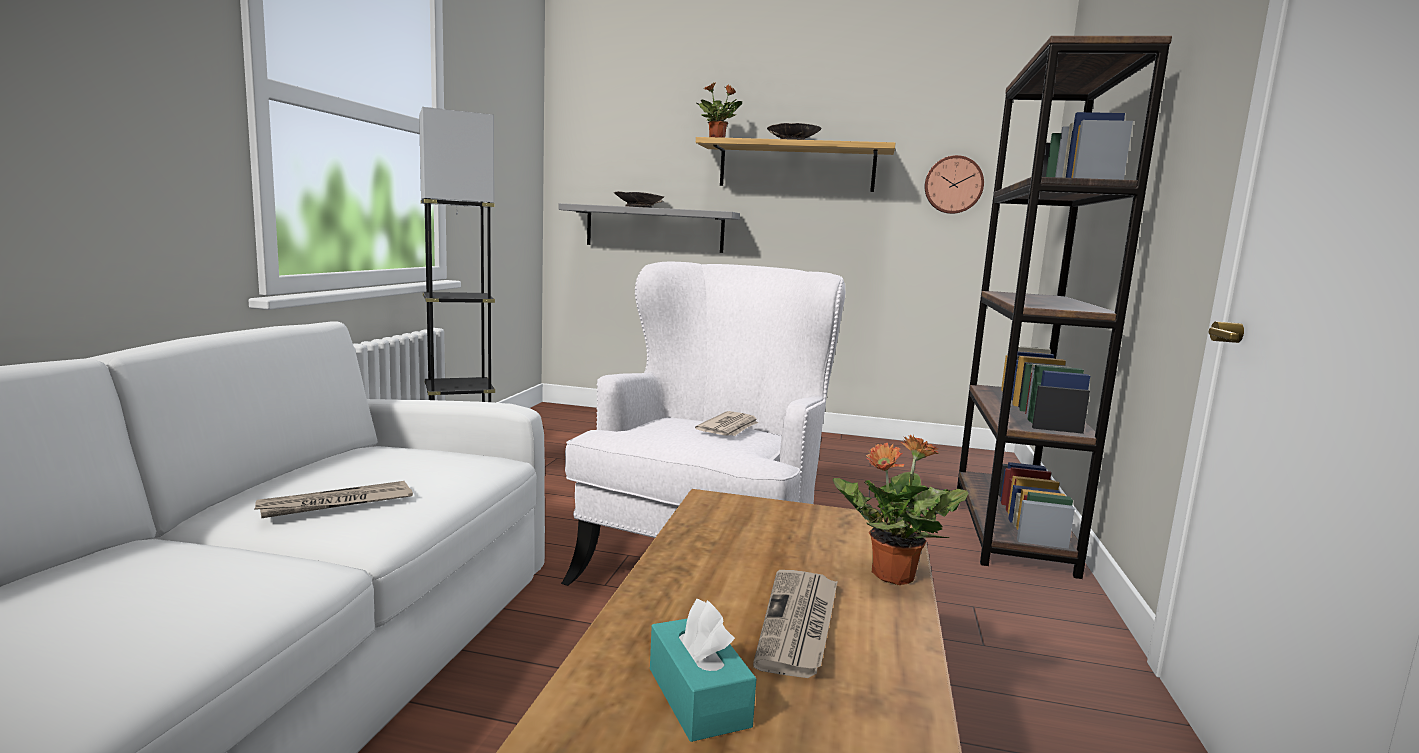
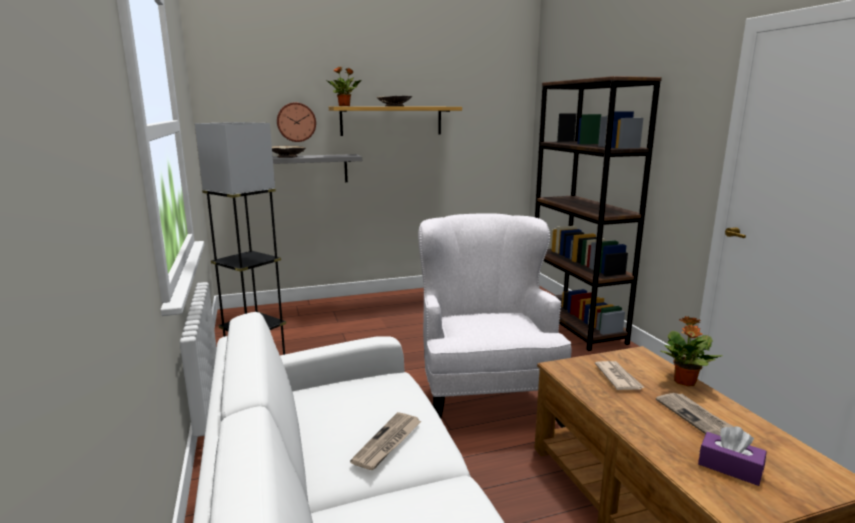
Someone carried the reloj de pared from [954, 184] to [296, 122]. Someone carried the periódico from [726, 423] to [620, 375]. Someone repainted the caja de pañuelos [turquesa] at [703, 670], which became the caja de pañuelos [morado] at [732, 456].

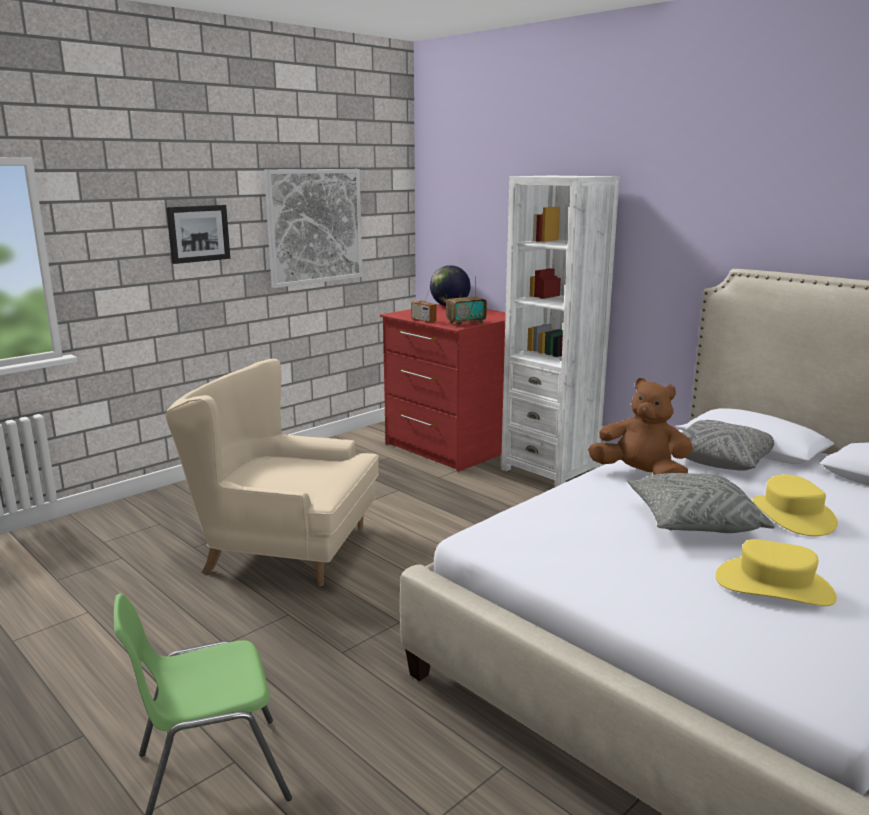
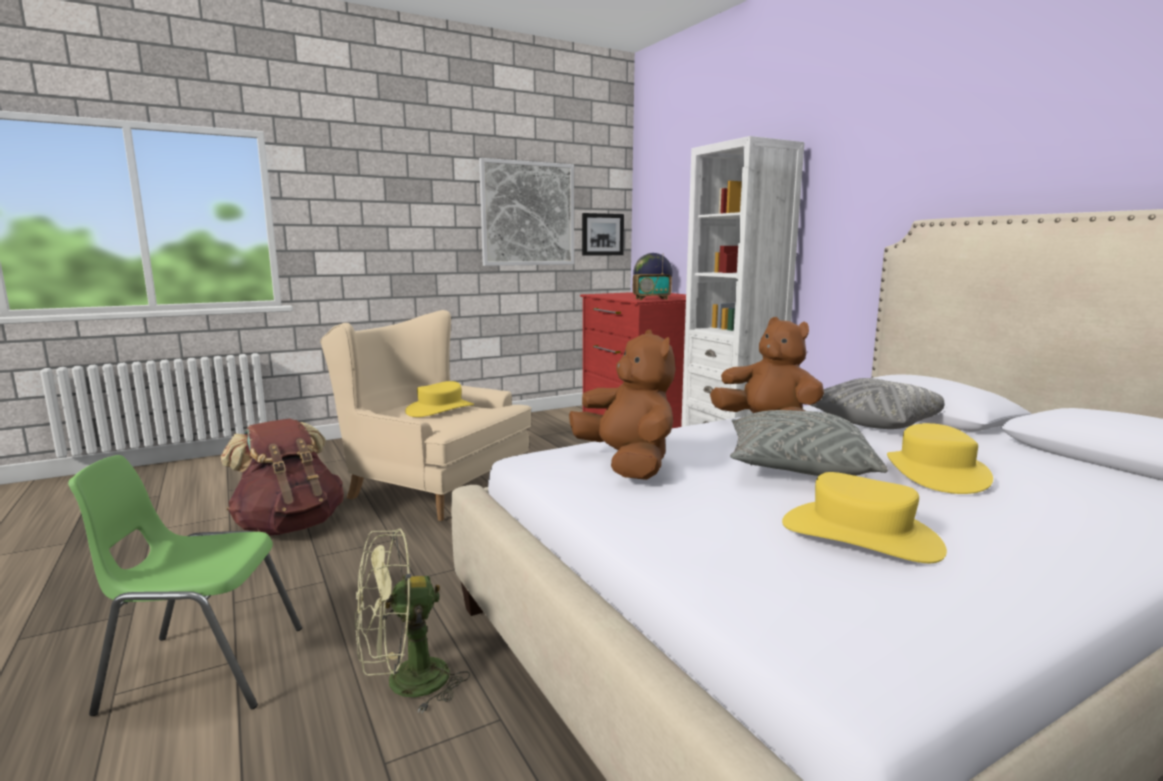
Someone carried the cuadro from [198, 234] to [603, 234]. Someone took away the radio at [423, 305]. Someone put down the peluche [marrón] at [622, 404]. Someone put down the sombrero [amarillo] at [439, 399]. Someone put down the mochila [marrón] at [282, 476]. Someone put down the ventilador [verde] at [412, 621].

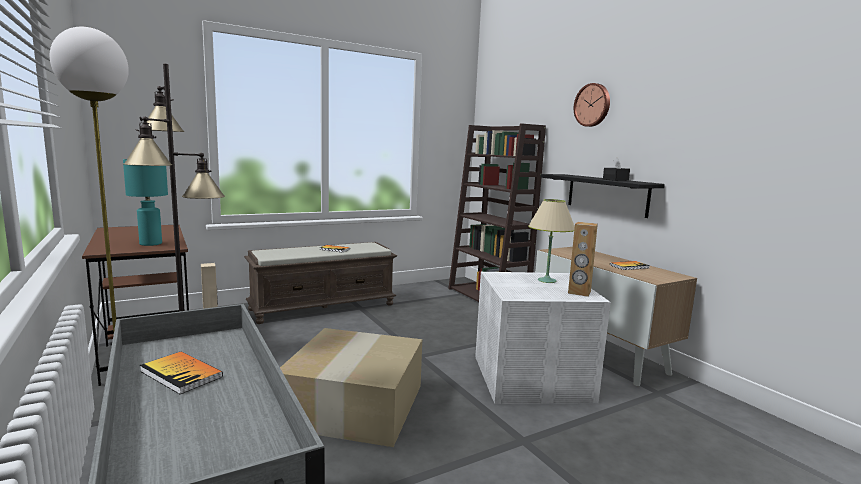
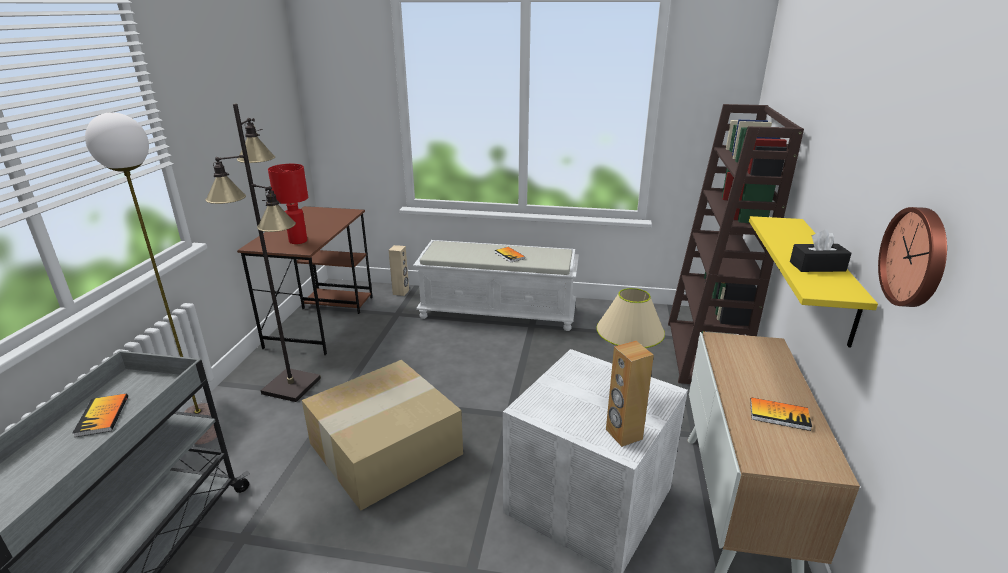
Someone carried the reloj de pared from [592, 105] to [912, 257]. Someone repainted the lámpara de mesa [turquesa] at [145, 202], which became the lámpara de mesa [rojo] at [288, 204]. Someone repainted the estante [negro] at [603, 196], which became the estante [amarillo] at [813, 282]. Someone repainted the banco [marrón] at [320, 283], which became the banco [blanco] at [496, 285].

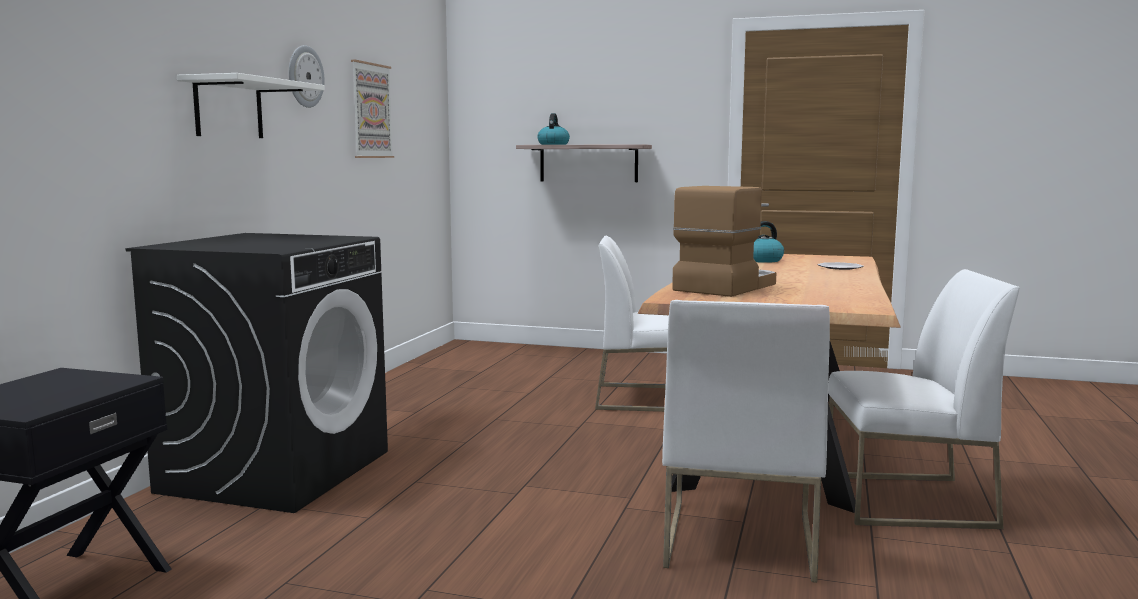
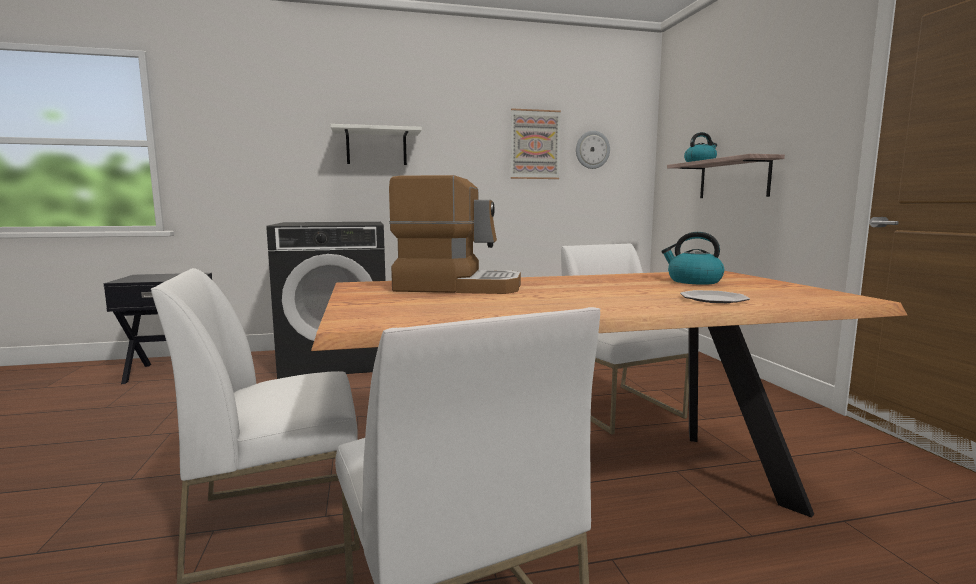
Someone carried the reloj de pared from [307, 76] to [593, 150].

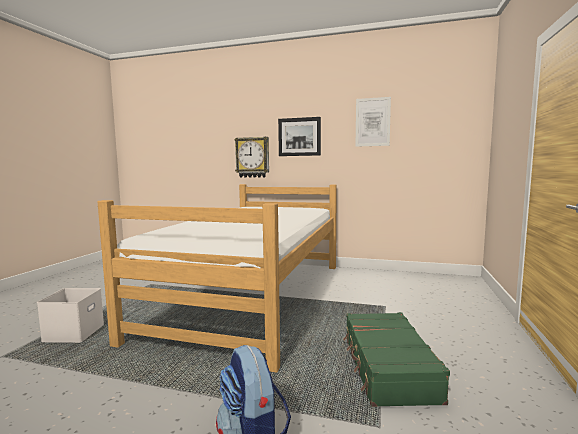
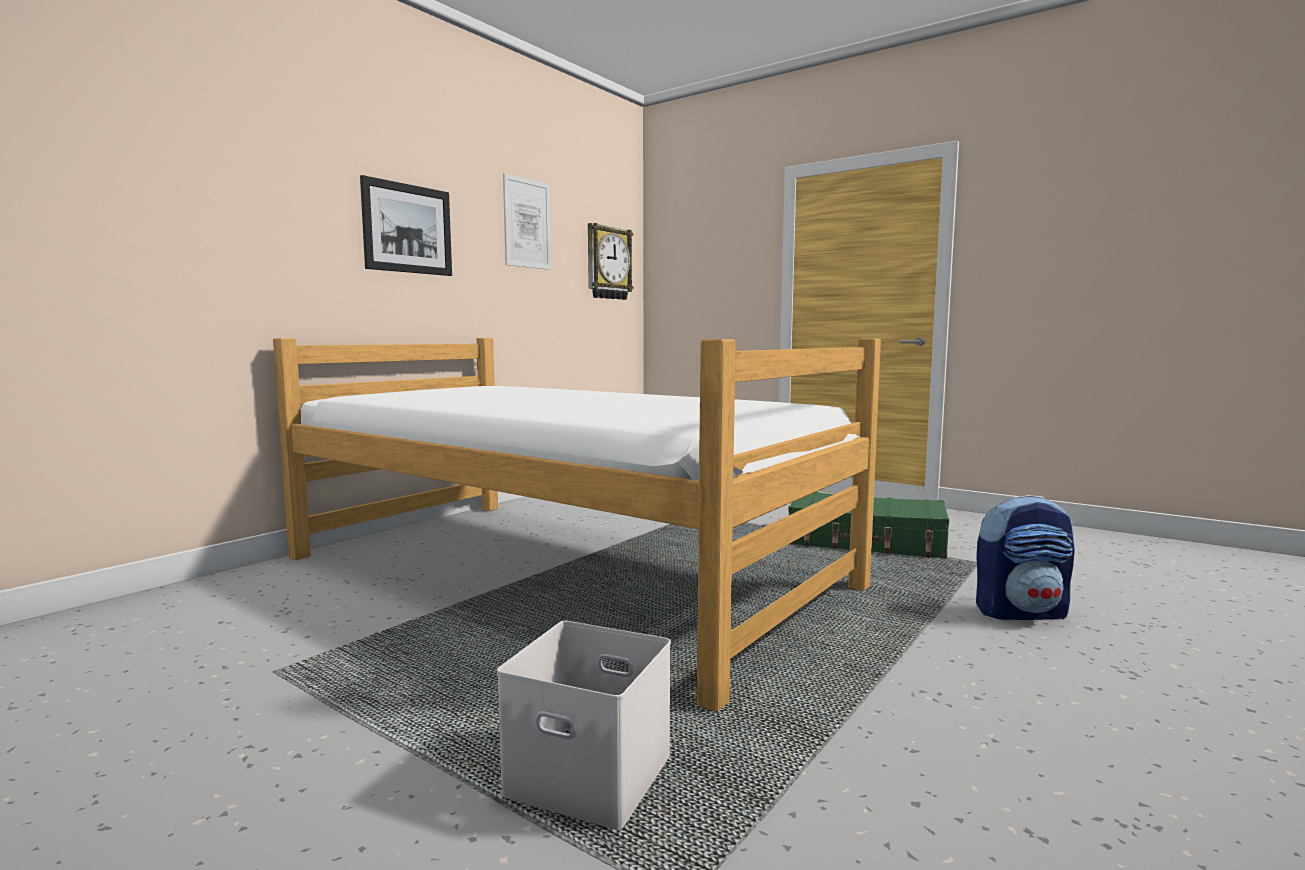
Someone carried the reloj de pared from [251, 157] to [611, 261].

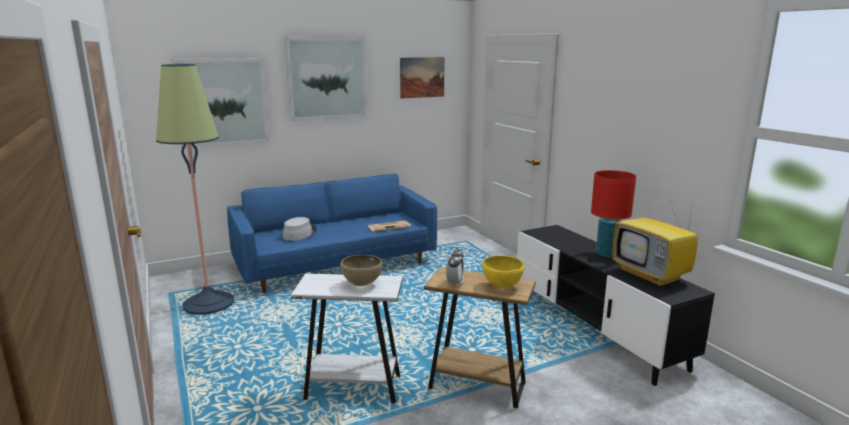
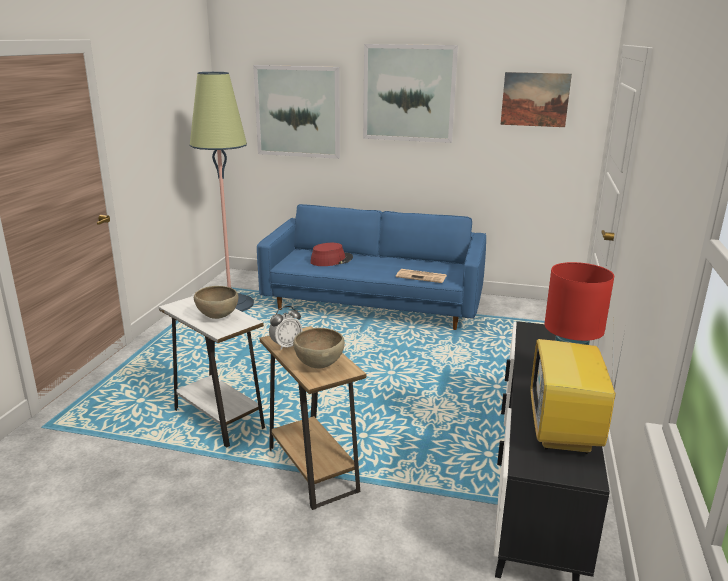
Someone repainted the sombrero [gris] at [300, 229], which became the sombrero [rojo] at [331, 254]. Someone repainted the cuenco [amarillo] at [503, 272], which became the cuenco [marrón] at [319, 348].

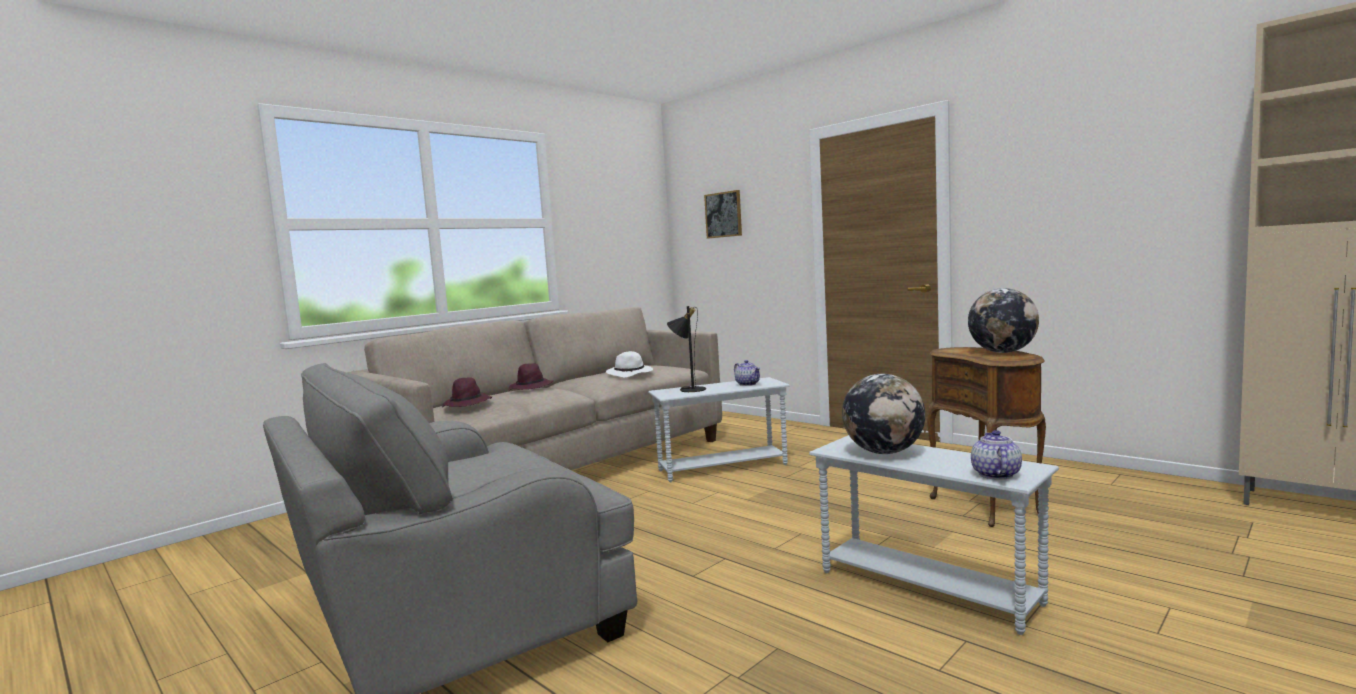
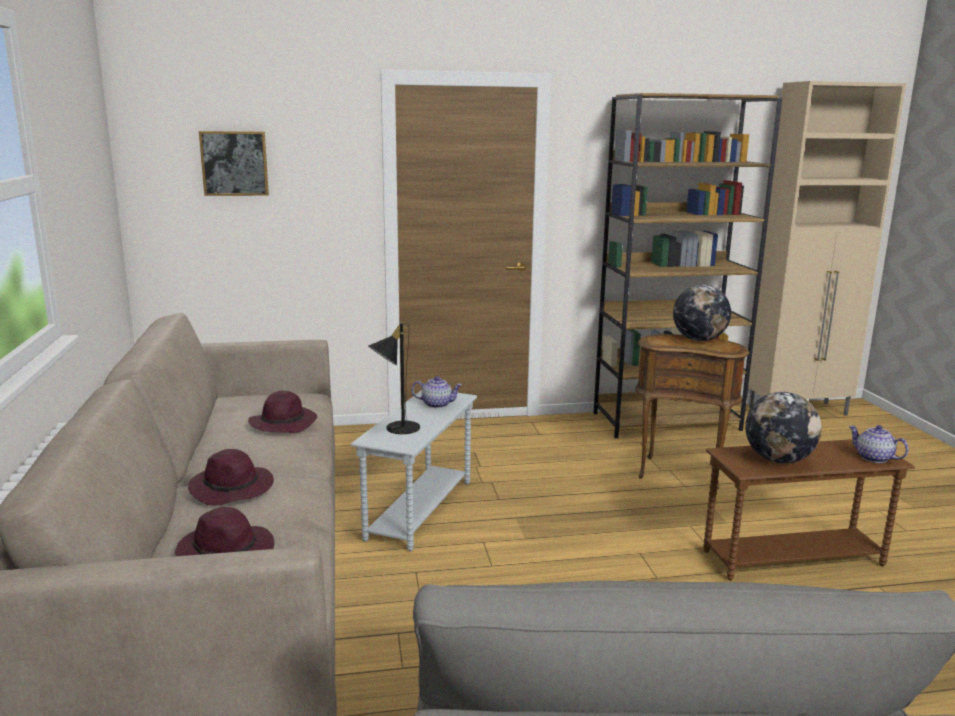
Someone repainted the sombrero [blanco] at [629, 364], which became the sombrero [morado] at [282, 411]. Someone repainted the mesa auxiliar [blanco] at [934, 535], which became the mesa auxiliar [marrón] at [809, 510]. Someone put down the estantería [marrón] at [688, 265].

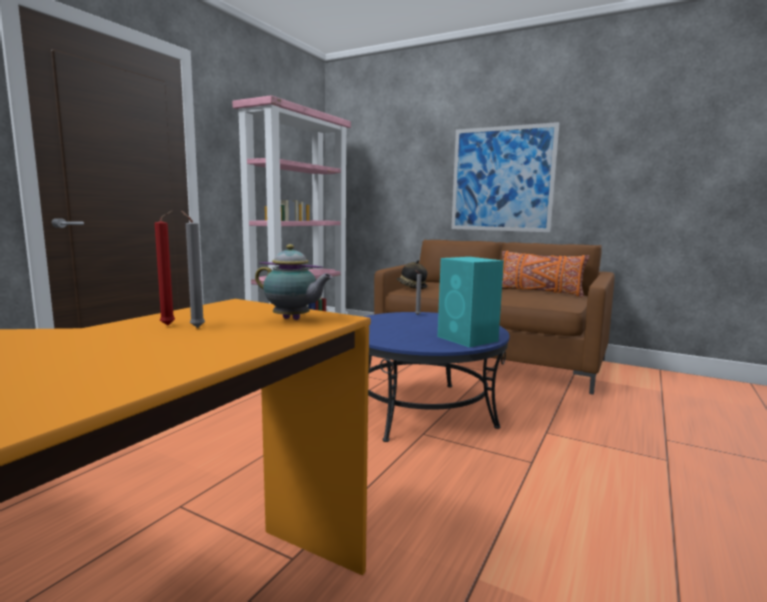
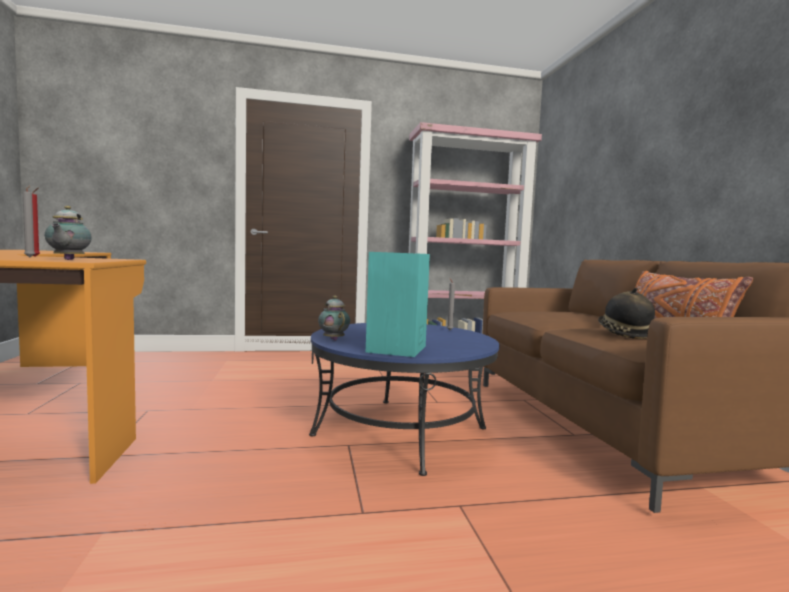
Someone took away the cuadro at [505, 177]. Someone carried the sombrero from [412, 274] to [626, 313]. Someone put down the tetera at [334, 318].

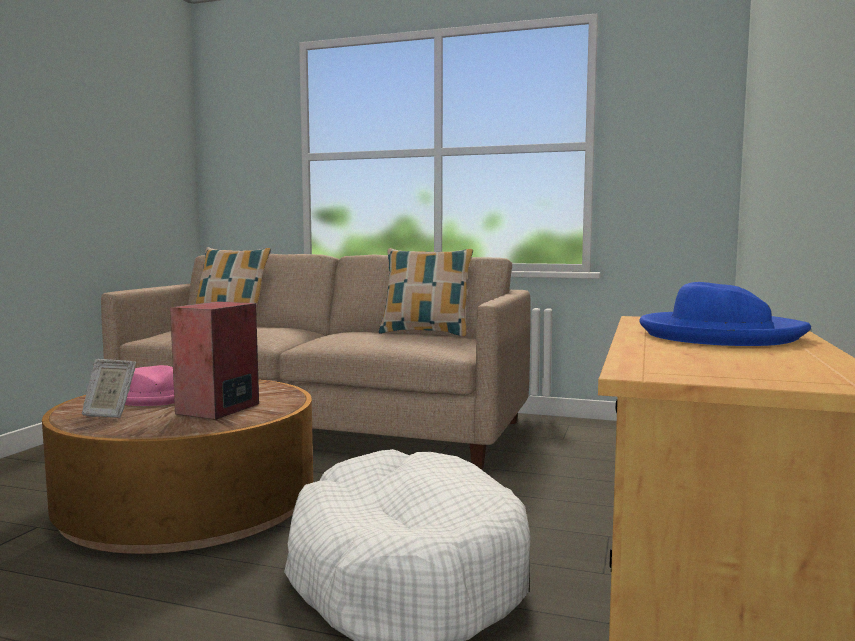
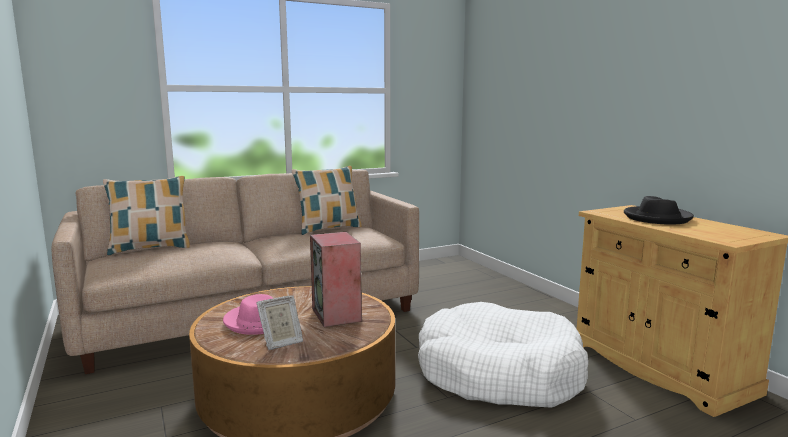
Someone repainted the sombrero [azul] at [725, 314], which became the sombrero [negro] at [659, 210].

